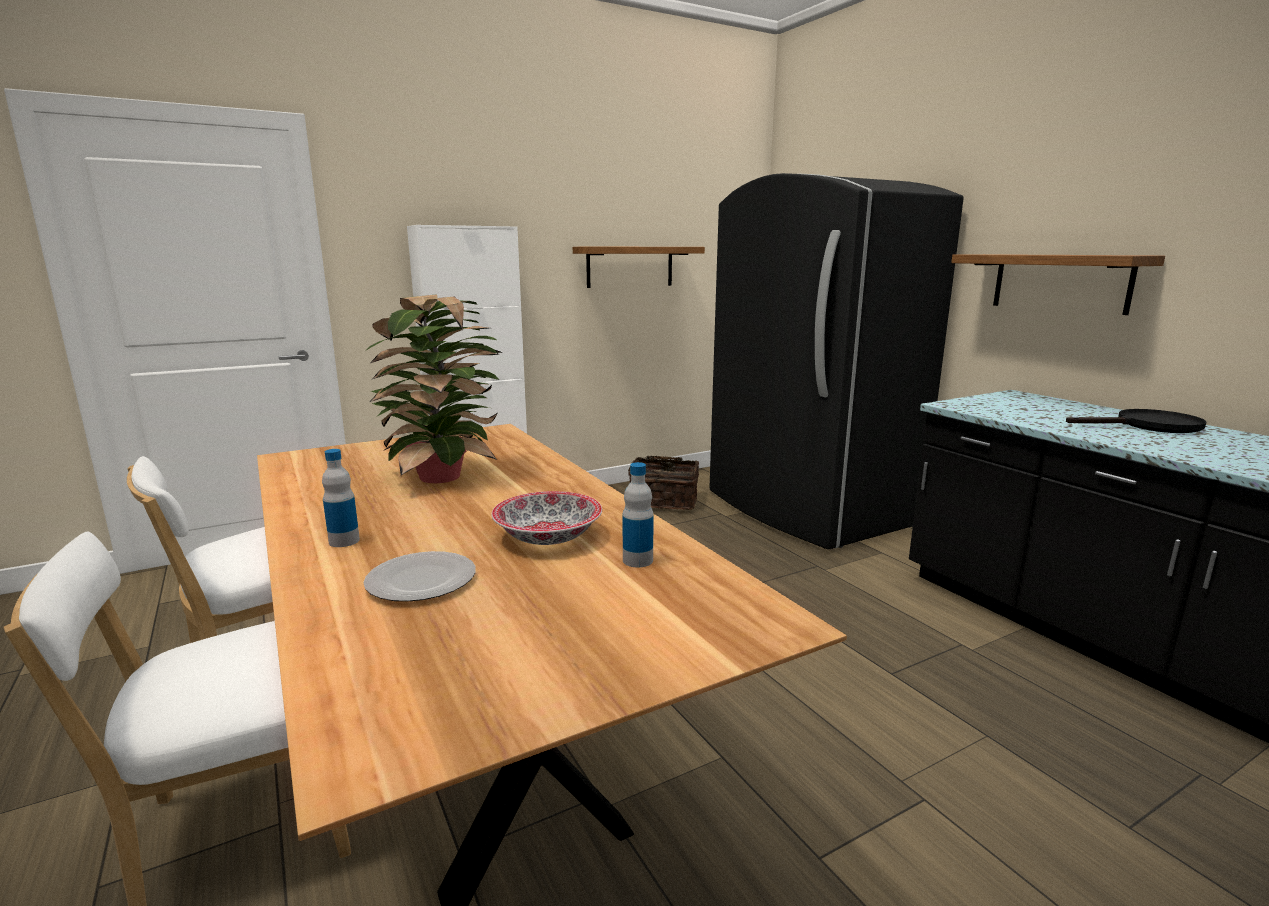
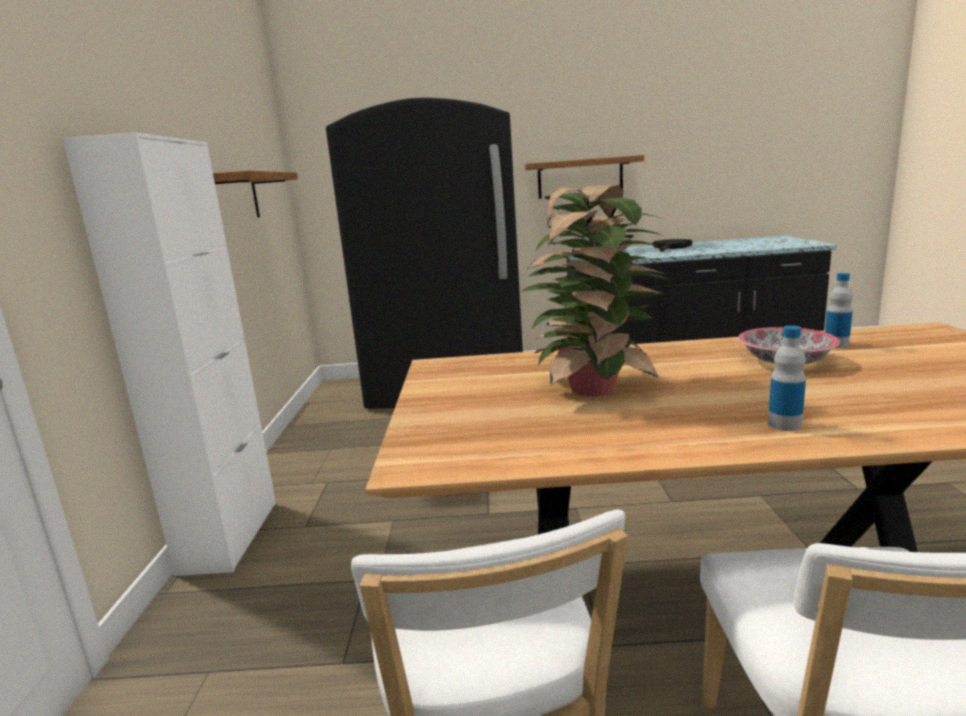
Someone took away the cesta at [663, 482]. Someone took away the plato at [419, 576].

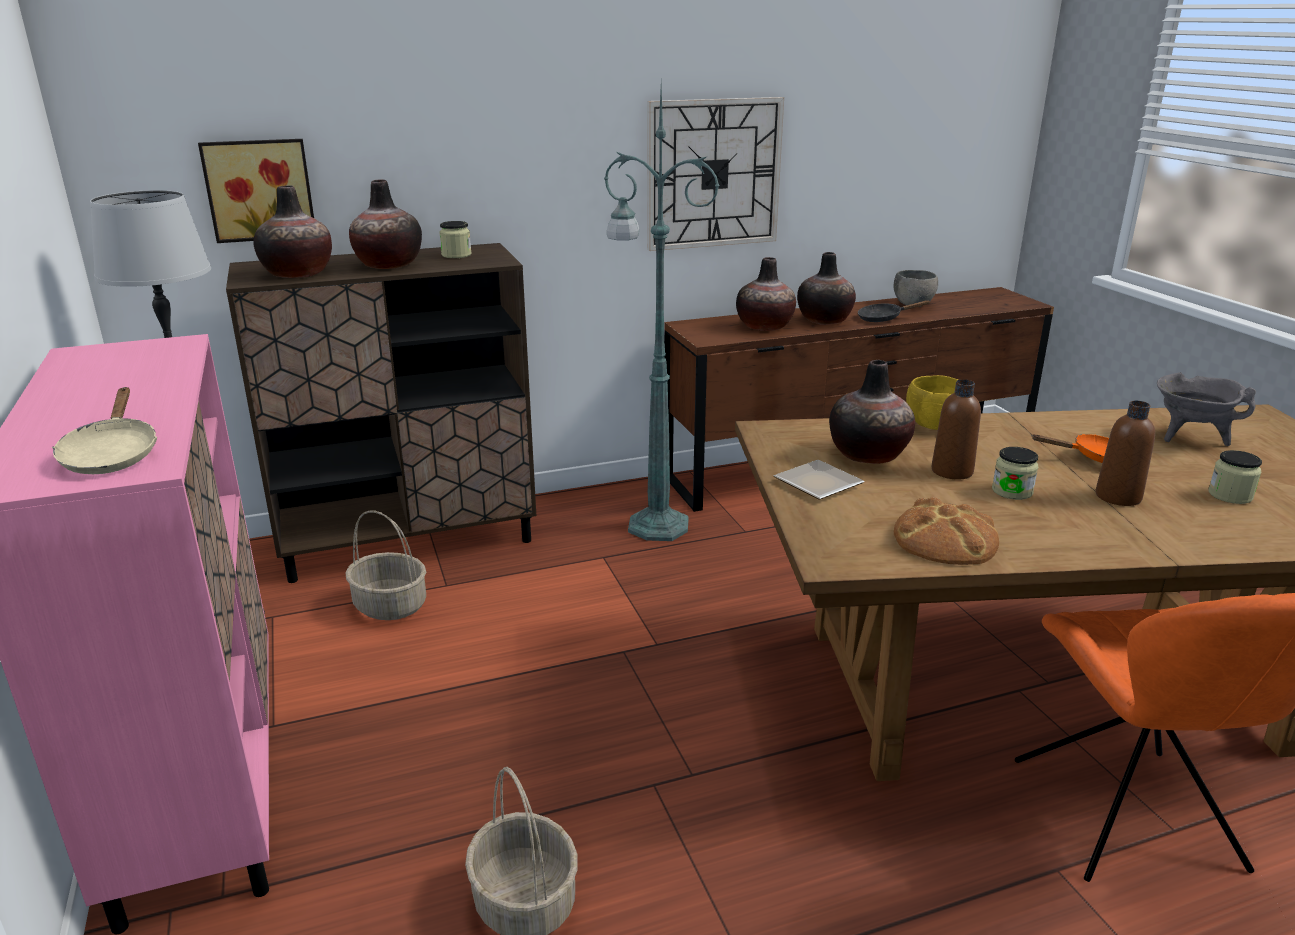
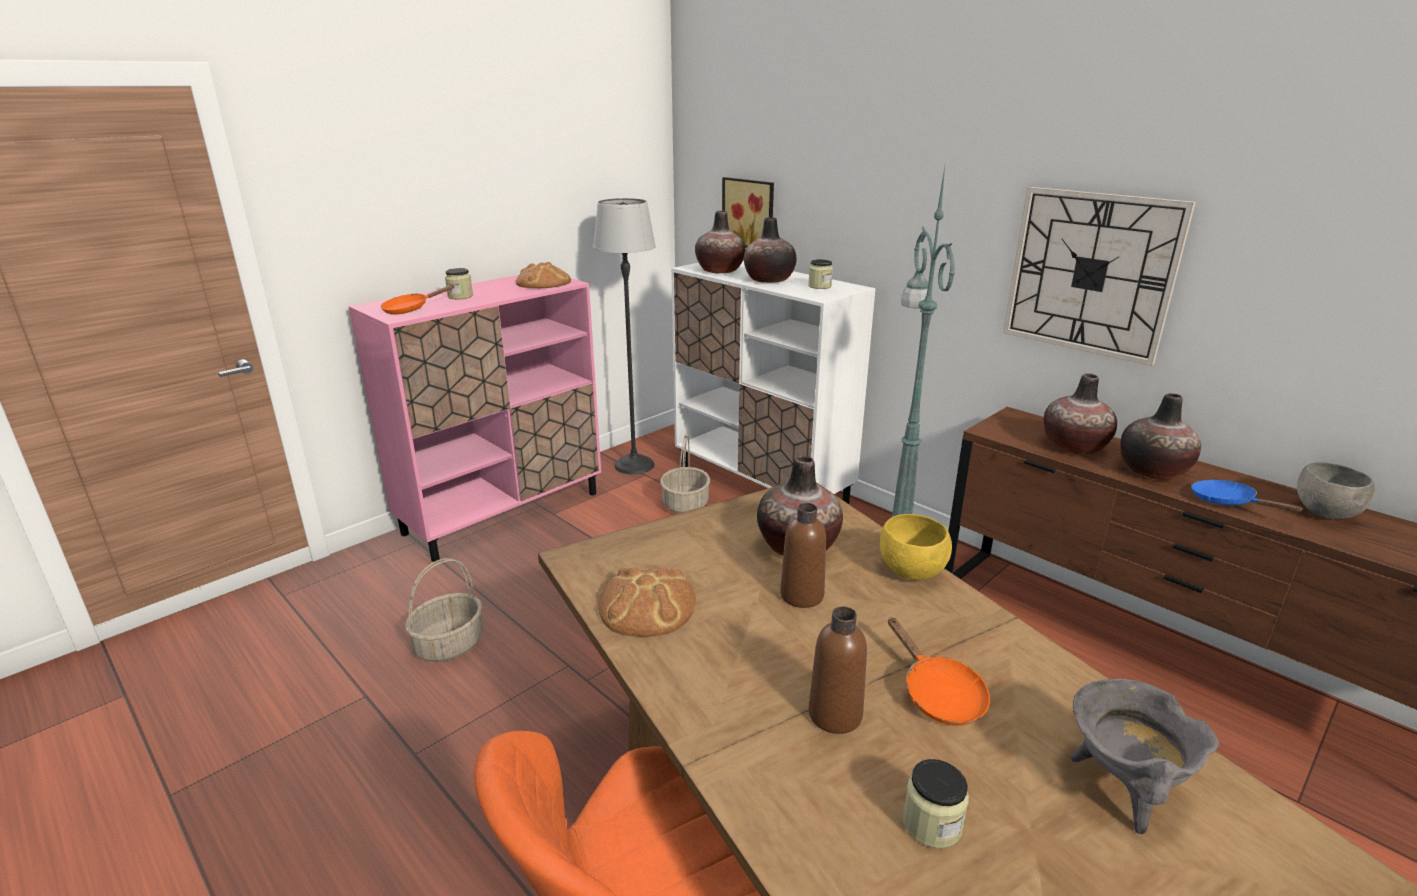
Someone repainted the armario [marrón] at [381, 413], which became the armario [blanco] at [773, 382]. Someone repainted the sartén [negro] at [894, 311], which became the sartén [azul] at [1247, 496]. Someone repainted the sartén [beis] at [104, 430], which became the sartén [naranja] at [418, 300]. Someone carried the tarro from [1015, 473] to [459, 283]. Someone took away the plato at [819, 480]. Someone put down the pan at [543, 275].

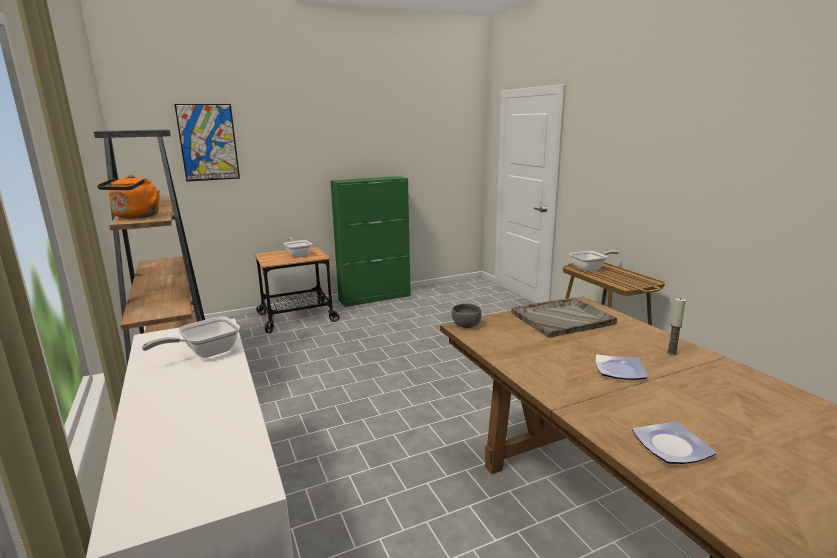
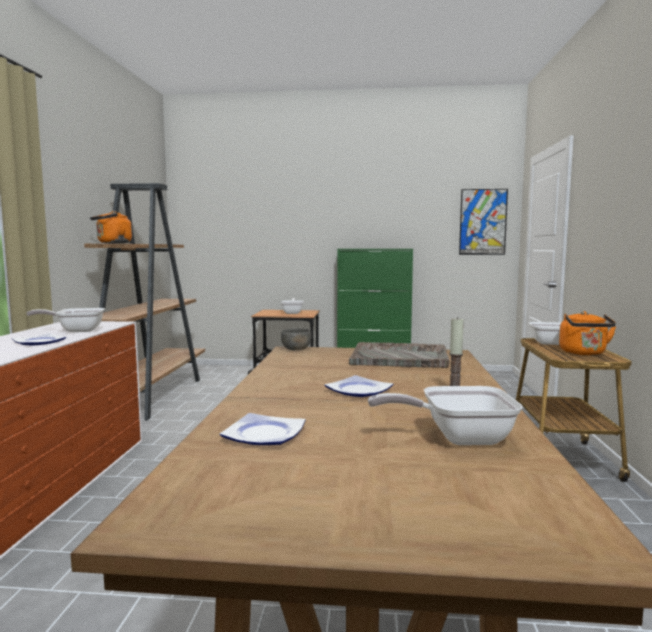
Someone carried the cuadro from [207, 143] to [483, 222]. Someone put down the hervidor [naranja] at [587, 333]. Someone put down the plato at [39, 339]. Someone put down the sartén at [445, 415].

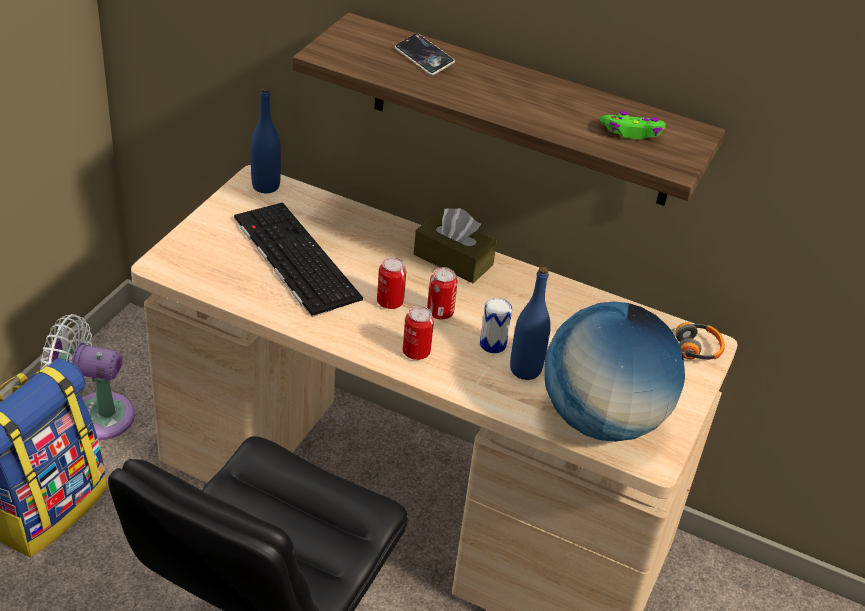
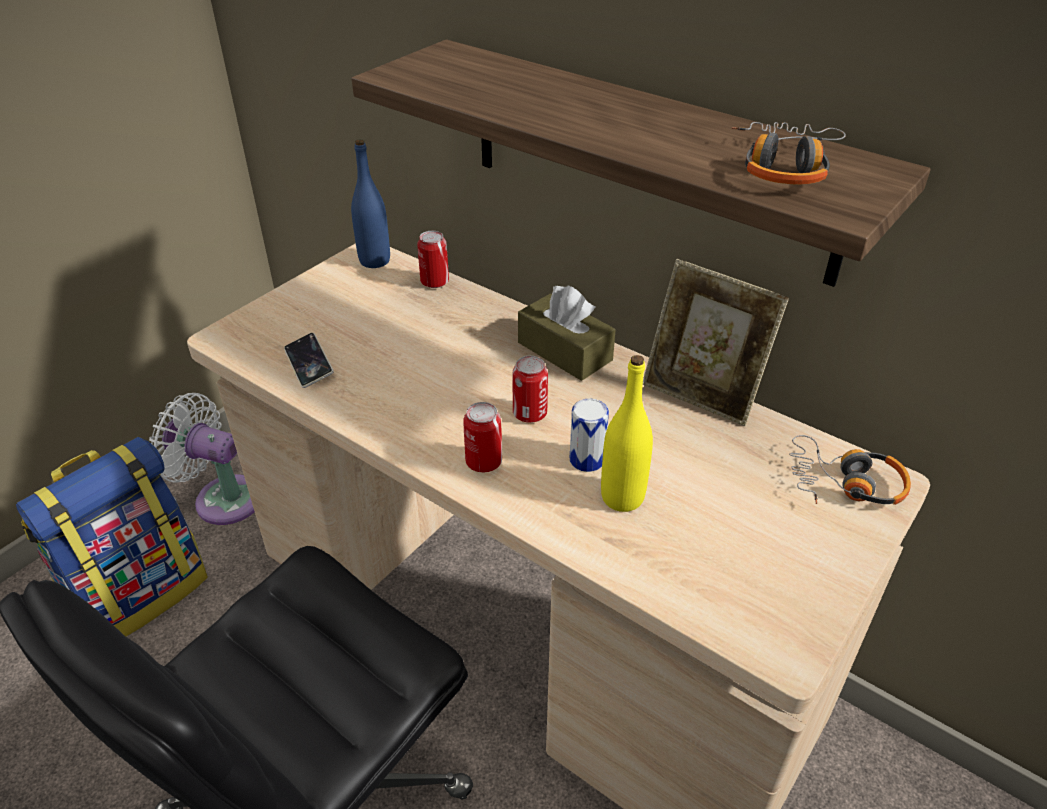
Someone carried the móvil from [425, 54] to [309, 360]. Someone swapped the mando de consola [verde] at [633, 125] for the auriculares at [789, 153]. Someone took away the teclado at [298, 259]. Someone carried the lata from [391, 283] to [433, 259]. Someone repainted the botella [azul] at [530, 323], which became the botella [amarillo] at [627, 433]. Someone took away the globo terráqueo at [615, 372]. Someone put down the portarretratos at [716, 342].

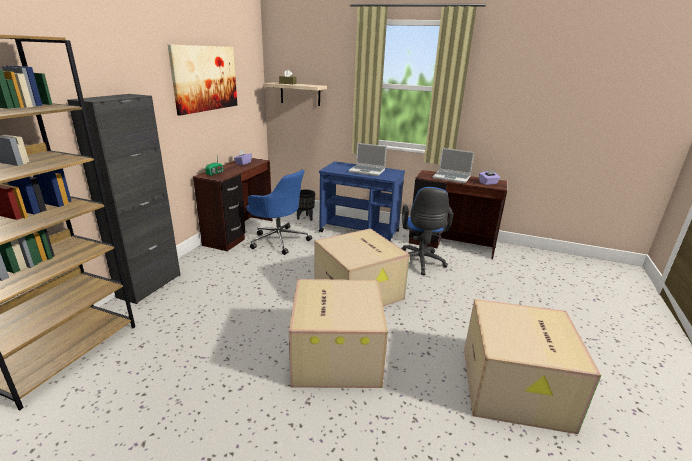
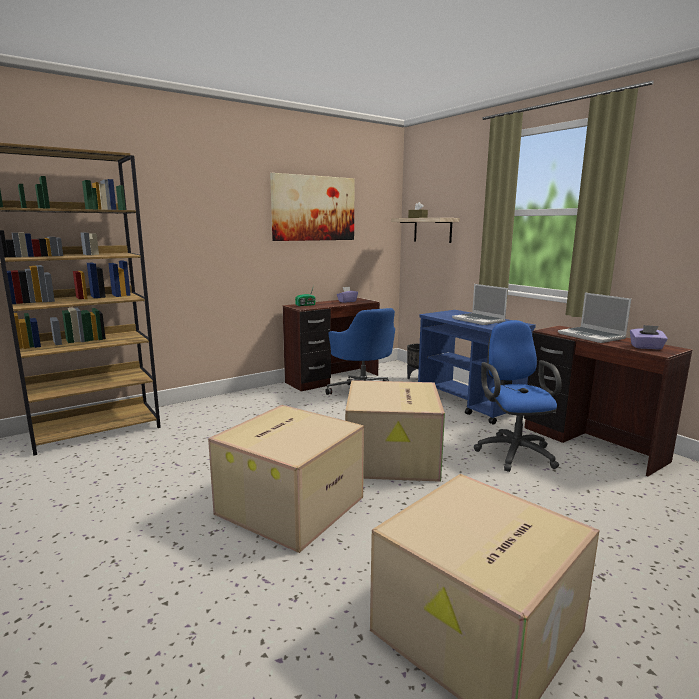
Someone took away the armario [negro] at [123, 199]. Someone rotated the silla de oficina [azul] at [427, 231] by 135 degrees clockwise.

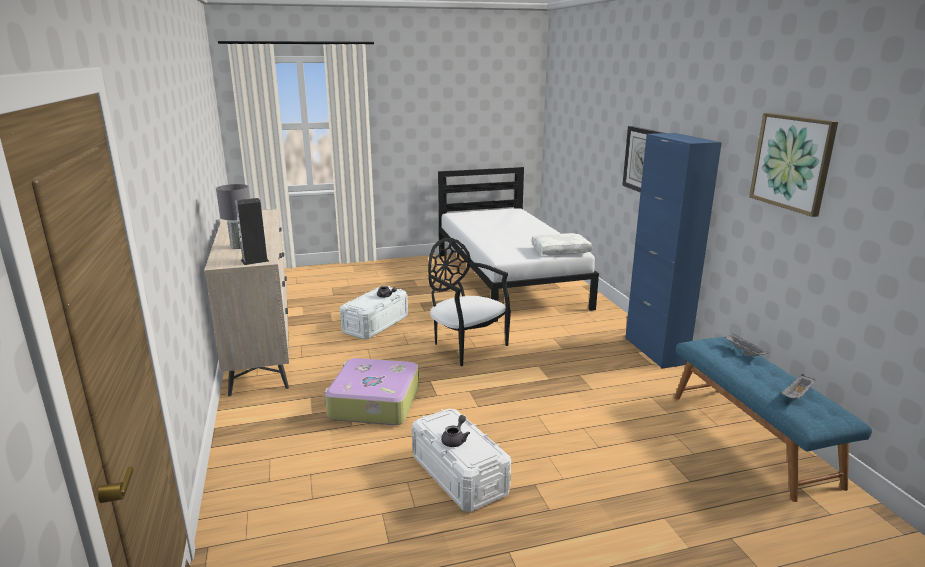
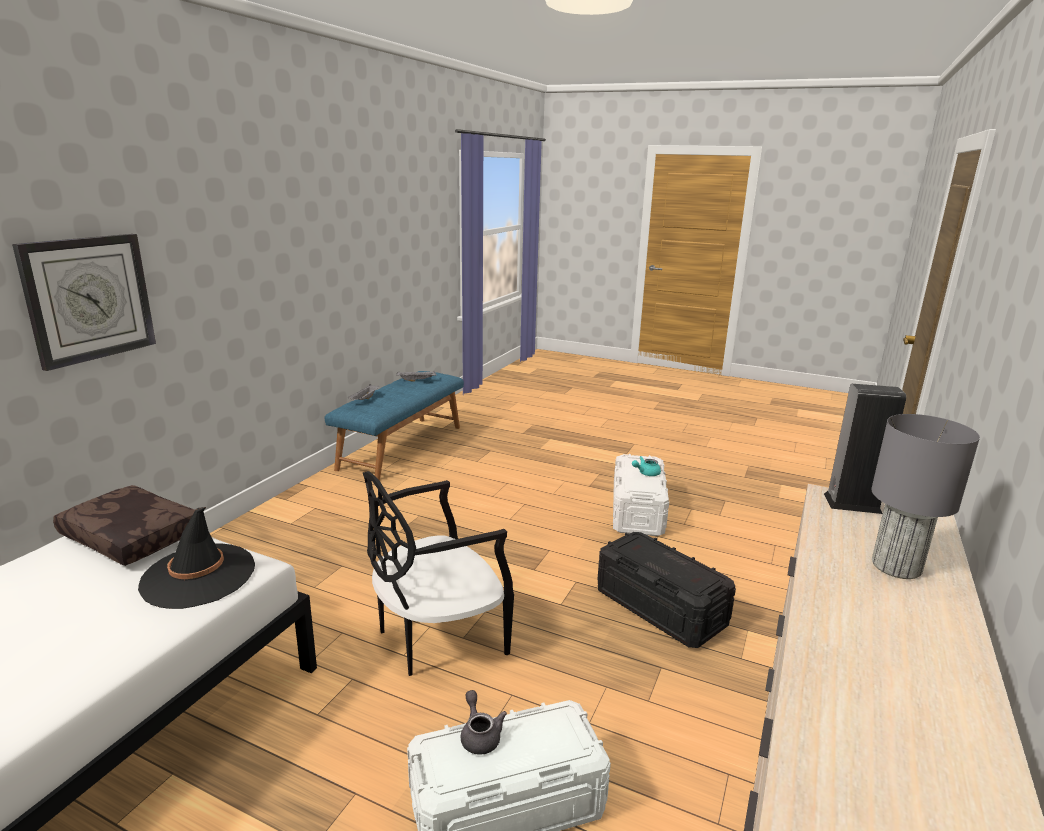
Someone took away the cuadro at [793, 165]. Someone took away the armario [azul] at [673, 251]. Someone repainted the cojín [blanco] at [562, 244], which became the cojín [marrón] at [124, 525]. Someone rotated the silla [negro] at [469, 302] by 60 degrees clockwise. Someone swapped the maleta at [371, 391] for the caja de almacenaje [negro] at [667, 590]. Someone repainted the tetera [gris] at [455, 431], which became the tetera [turquesa] at [646, 466]. Someone put down the sombrero [negro] at [196, 558].

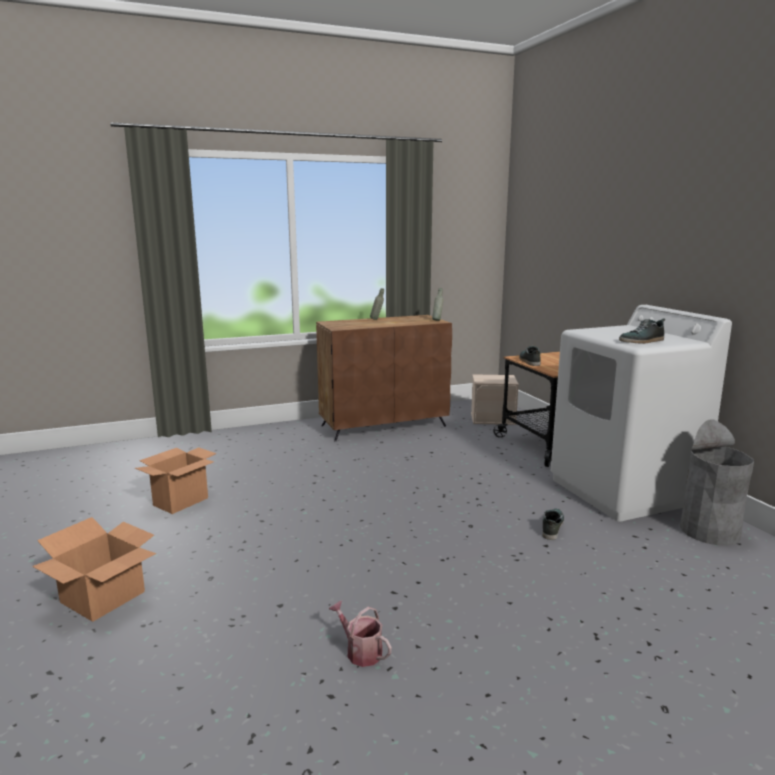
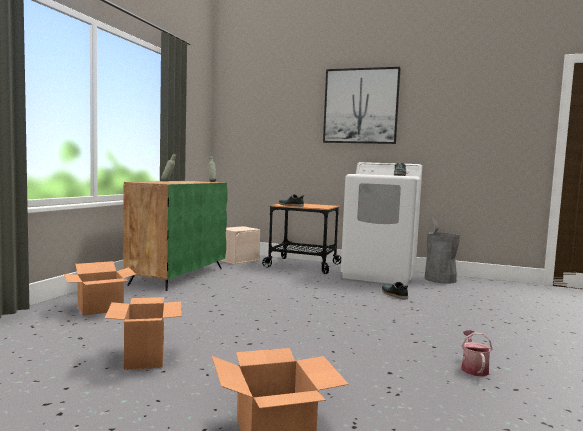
Someone repainted the armario [marrón] at [384, 378], which became the armario [verde] at [175, 236]. Someone rotated the regadera at [360, 634] by 105 degrees clockwise. Someone put up the cuadro at [362, 105]. Someone put down the caja de cartón at [100, 288].

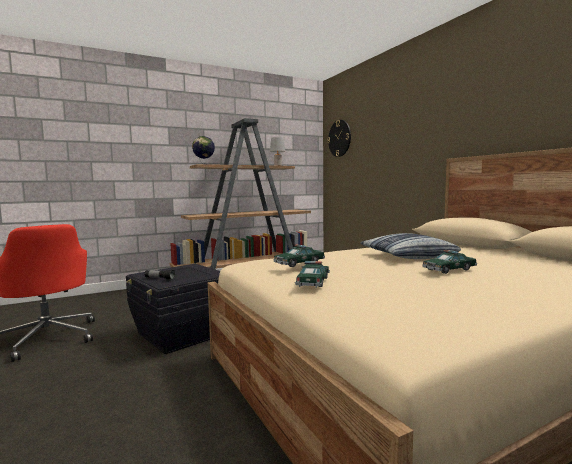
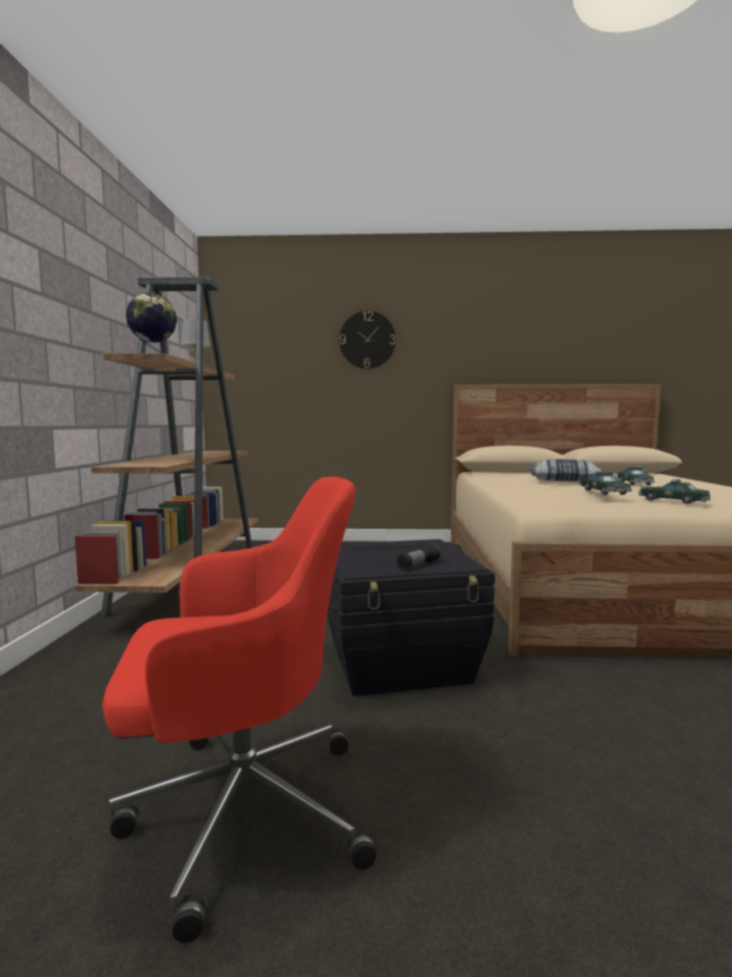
Someone carried the reloj de pared from [339, 138] to [367, 340].

